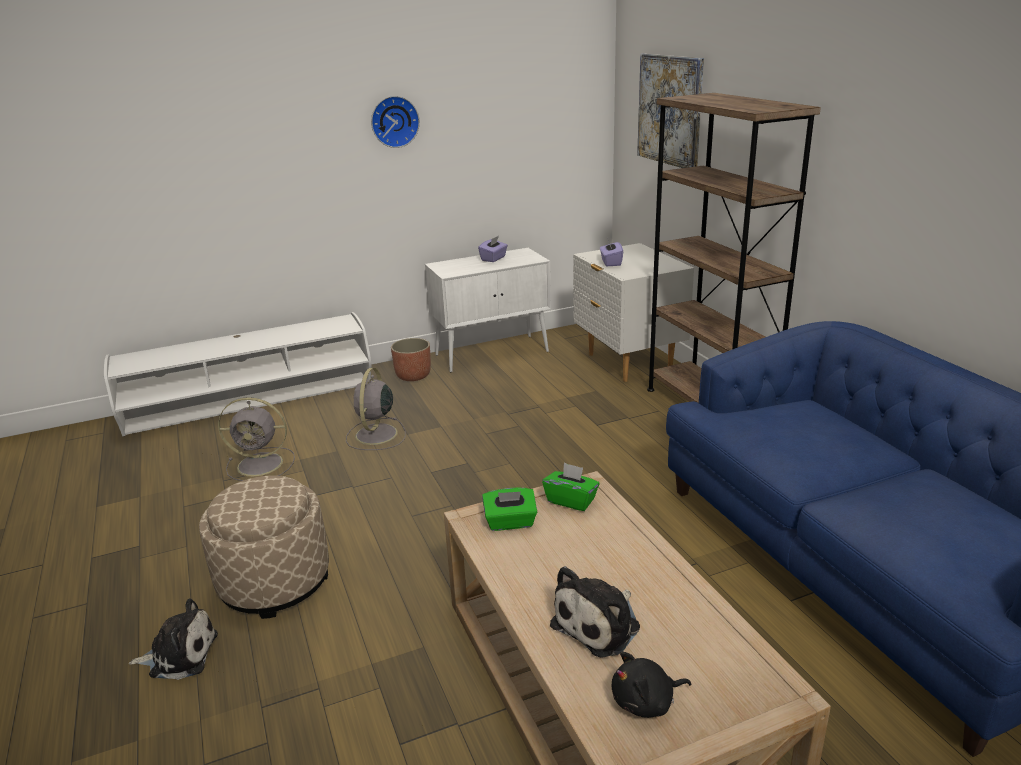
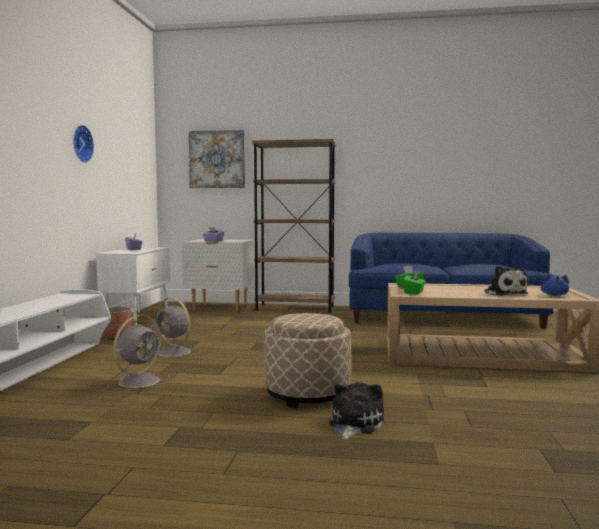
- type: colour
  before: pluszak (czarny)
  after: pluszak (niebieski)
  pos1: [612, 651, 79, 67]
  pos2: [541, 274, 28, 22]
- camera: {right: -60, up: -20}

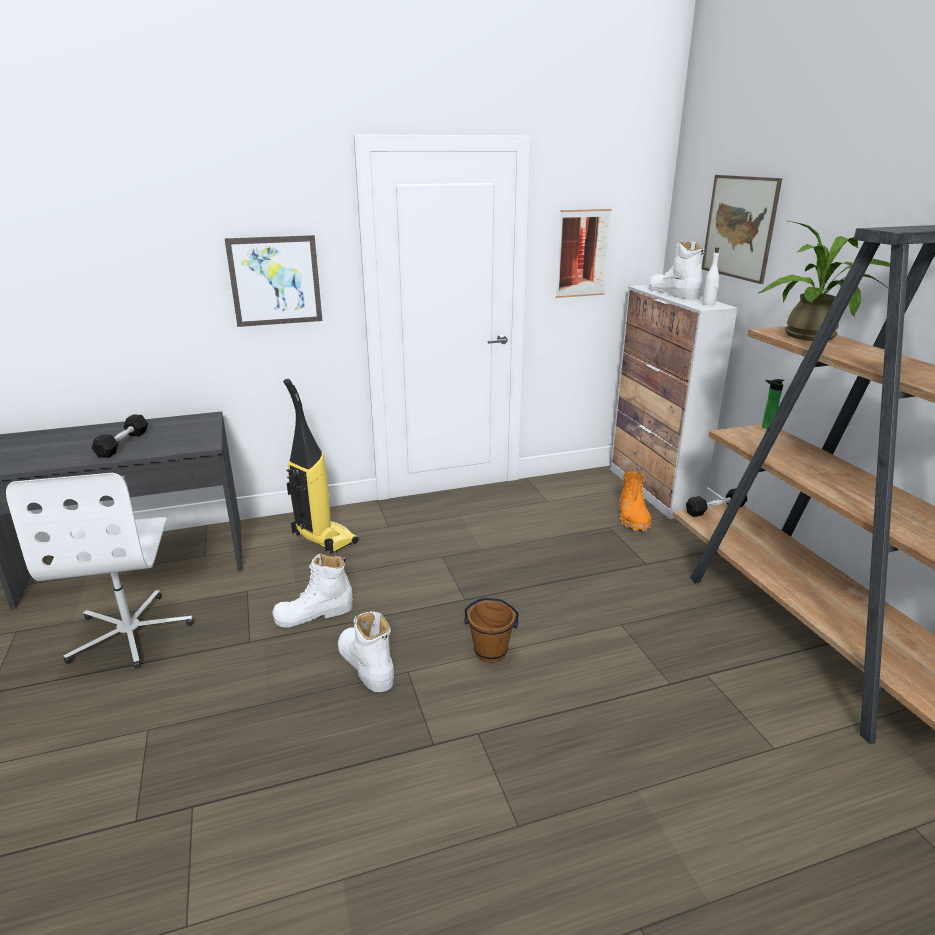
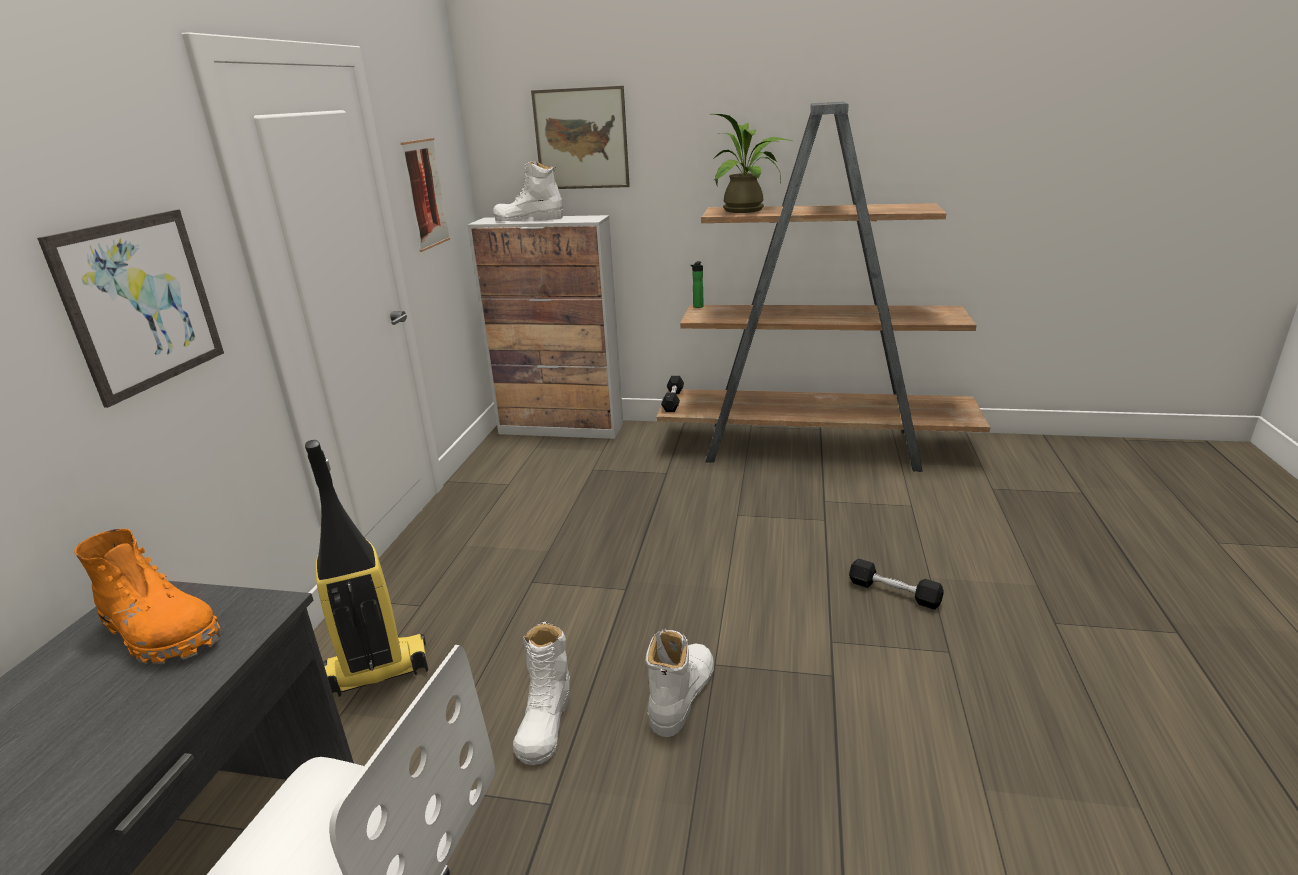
- type: relocated
  before: hantel (czarny)
  pos1: [92, 414, 56, 44]
  pos2: [849, 559, 95, 50]
- type: spun
  before: but z cholewką (biały)
  pos1: [338, 611, 56, 81]
  pos2: [645, 629, 69, 108]
  turn: 120
- type: missing
  before: wiadro (brązowy)
  pos1: [464, 598, 55, 65]
- type: relocated
  before: but z cholewką (pomarańczowy)
  pos1: [619, 472, 32, 60]
  pos2: [74, 529, 146, 135]
- type: missing
  before: butelka (biały)
  pos1: [702, 248, 17, 57]
- camera: {right: -60, up: 0}

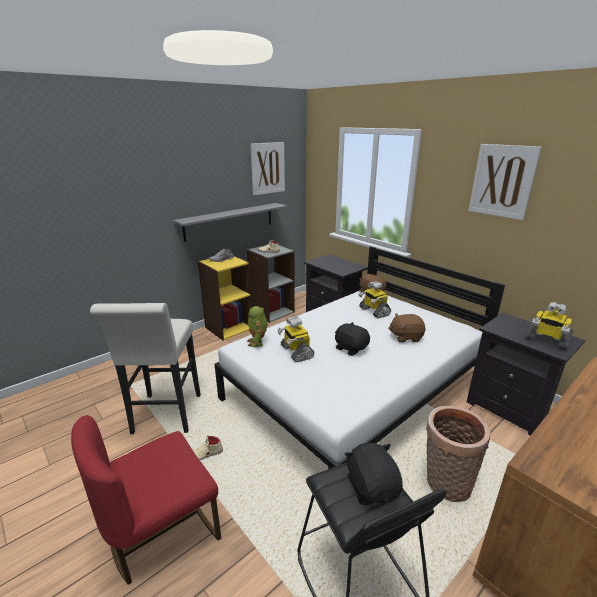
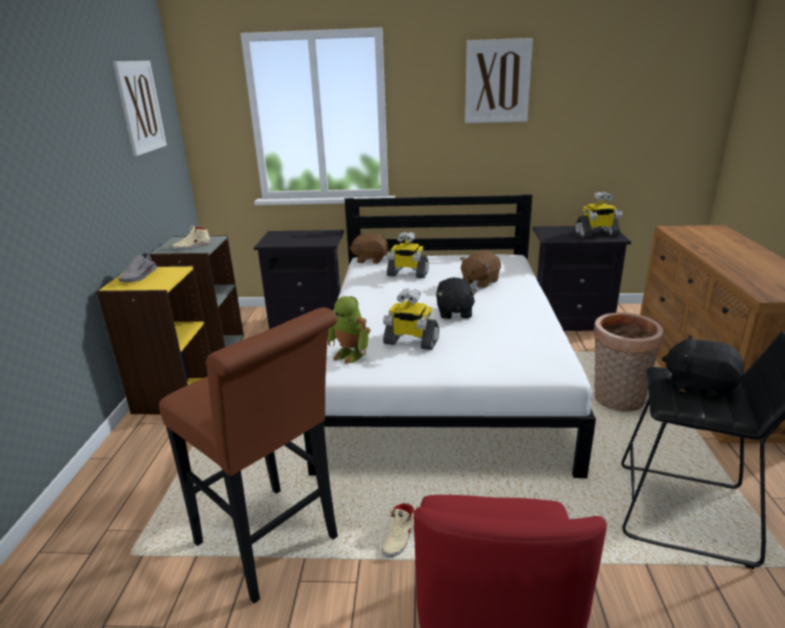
- type: colour
  before: stołek (biały)
  after: stołek (brązowy)
  pos1: [90, 303, 111, 131]
  pos2: [159, 307, 179, 297]
- type: missing
  before: półka (szary)
  pos1: [173, 203, 114, 39]
- type: spun
  before: pluszak (czarny)
  pos1: [335, 322, 35, 34]
  pos2: [436, 277, 41, 42]
  turn: -90
- camera: {right: -45, up: 0}

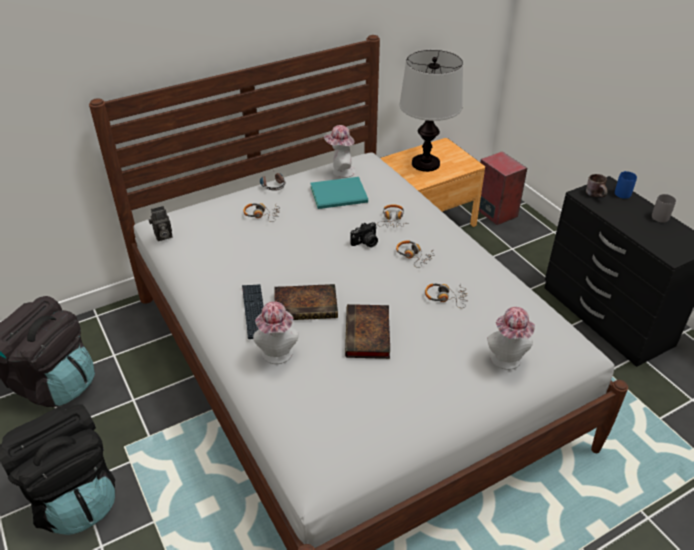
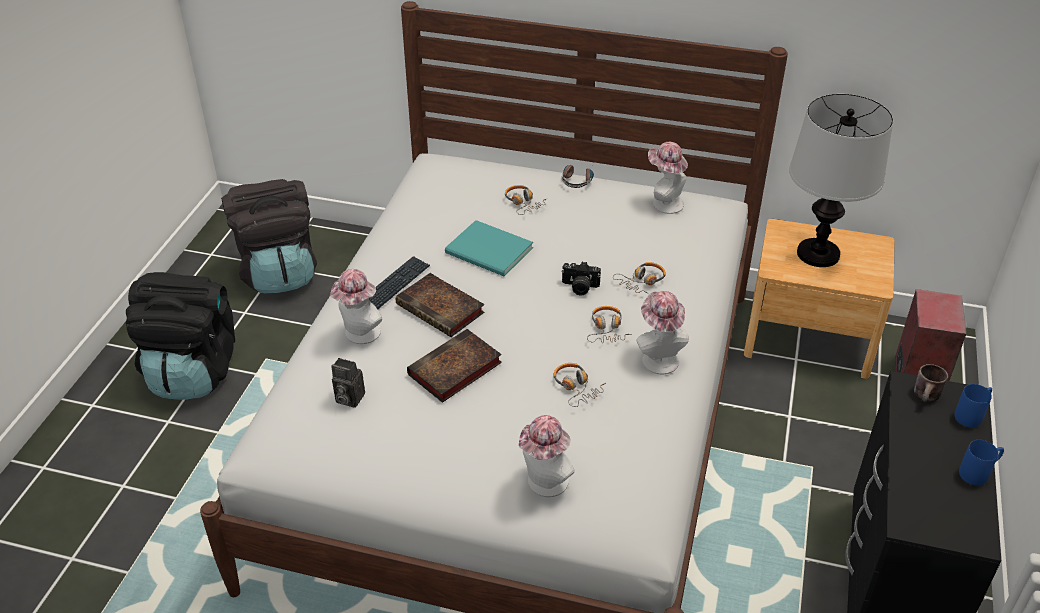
- type: relocated
  before: aparat fotograficzny
  pos1: [149, 206, 24, 35]
  pos2: [331, 358, 34, 50]
- type: relocated
  before: książka (turkusowy)
  pos1: [310, 177, 58, 32]
  pos2: [445, 220, 88, 56]
- type: colour
  before: kubek (szary)
  after: kubek (niebieski)
  pos1: [652, 194, 24, 29]
  pos2: [959, 440, 45, 45]
- type: appeared
  after: kapelusz
  pos2: [636, 291, 53, 83]
- camera: {right: 45, up: 0}

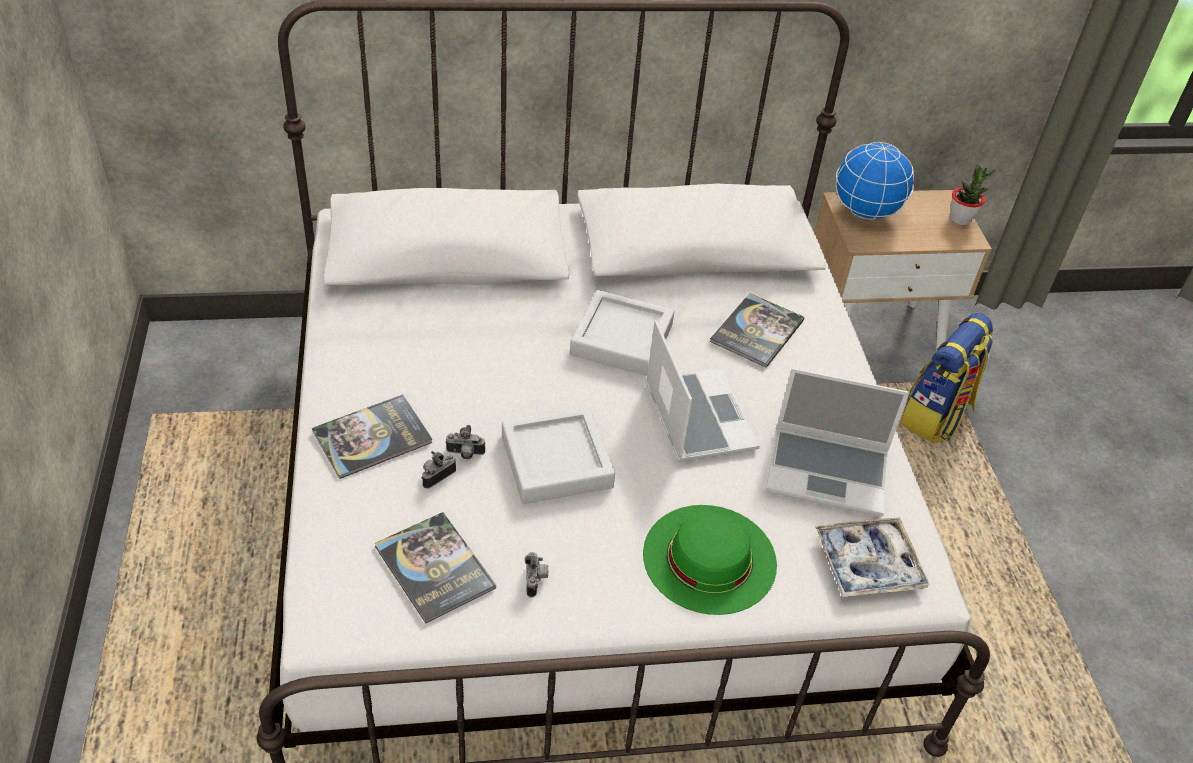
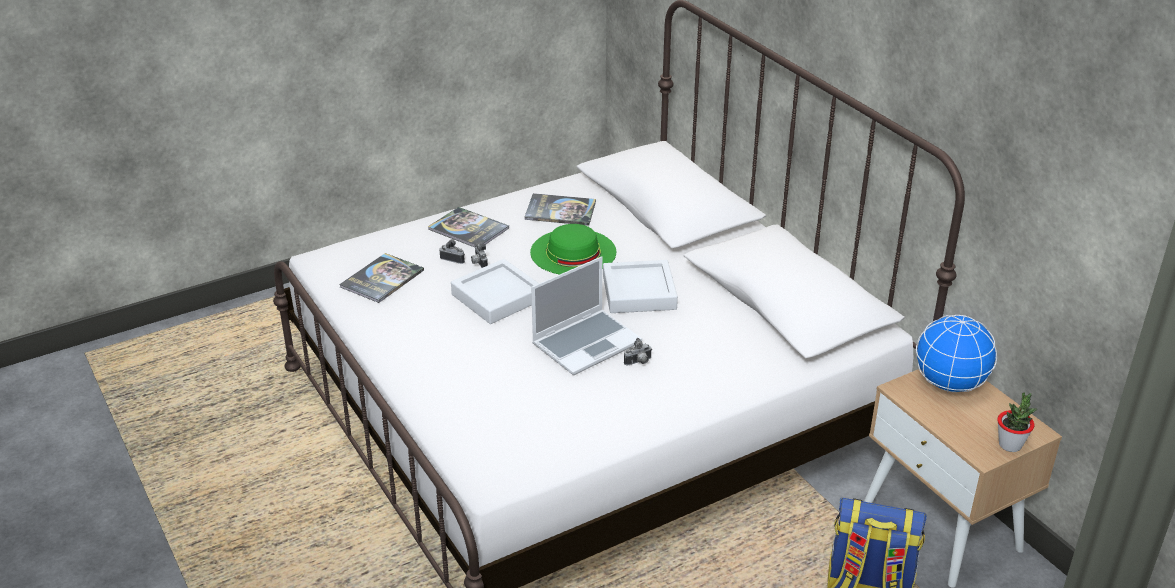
- type: relocated
  before: aparat fotograficzny
  pos1: [525, 552, 24, 45]
  pos2: [624, 338, 28, 27]
- type: relocated
  before: kapelusz (zielony)
  pos1: [643, 505, 134, 110]
  pos2: [530, 224, 86, 51]
- type: relocated
  before: książka
  pos1: [710, 293, 95, 75]
  pos2: [525, 193, 71, 33]
- type: missing
  before: laptop
  pos1: [766, 368, 144, 148]
- type: missing
  before: taca
  pos1: [815, 517, 115, 80]
- camera: {right: 70, up: -10}

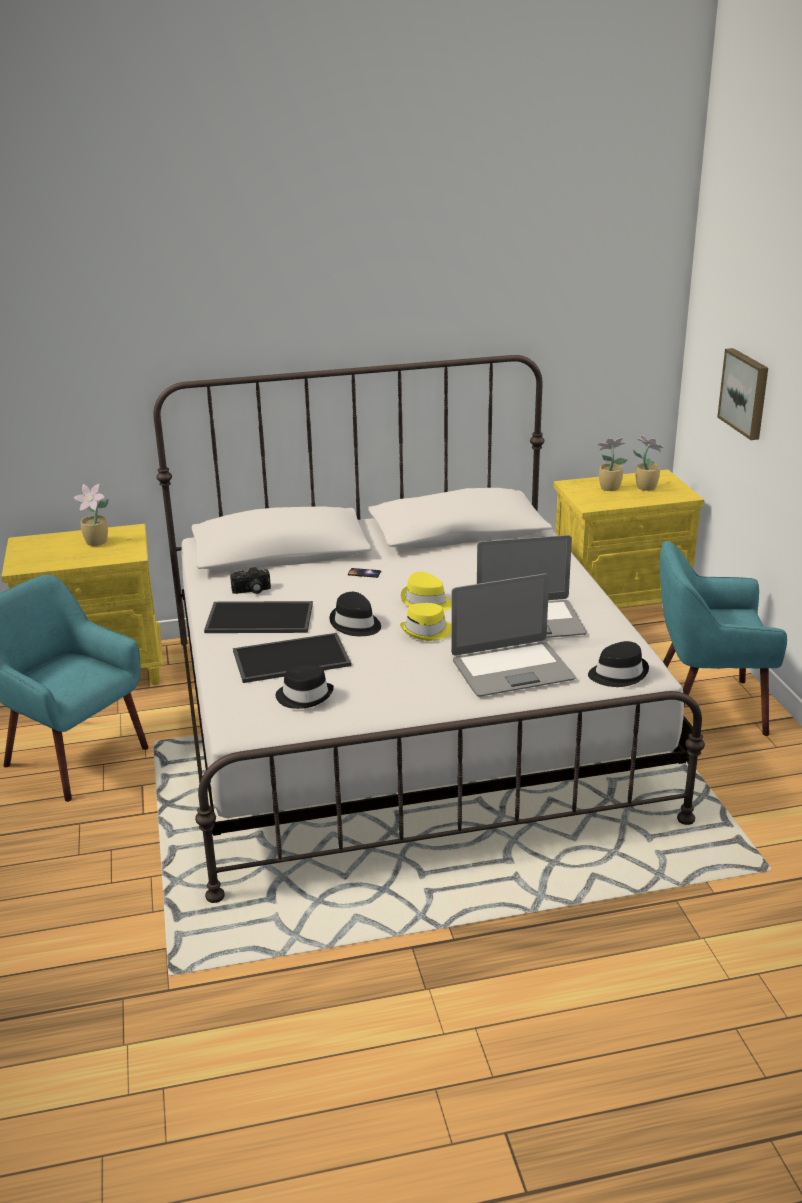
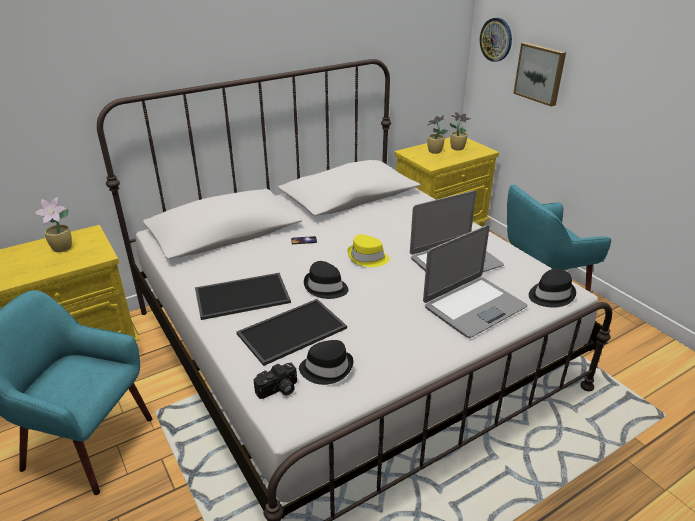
- type: relocated
  before: aparat fotograficzny
  pos1: [230, 567, 41, 27]
  pos2: [254, 363, 43, 36]
- type: missing
  before: kapelusz (żółty)
  pos1: [400, 603, 51, 38]
- type: appeared
  after: zegar ścienny
  pos2: [480, 18, 32, 44]
- camera: {right: -20, up: 5}

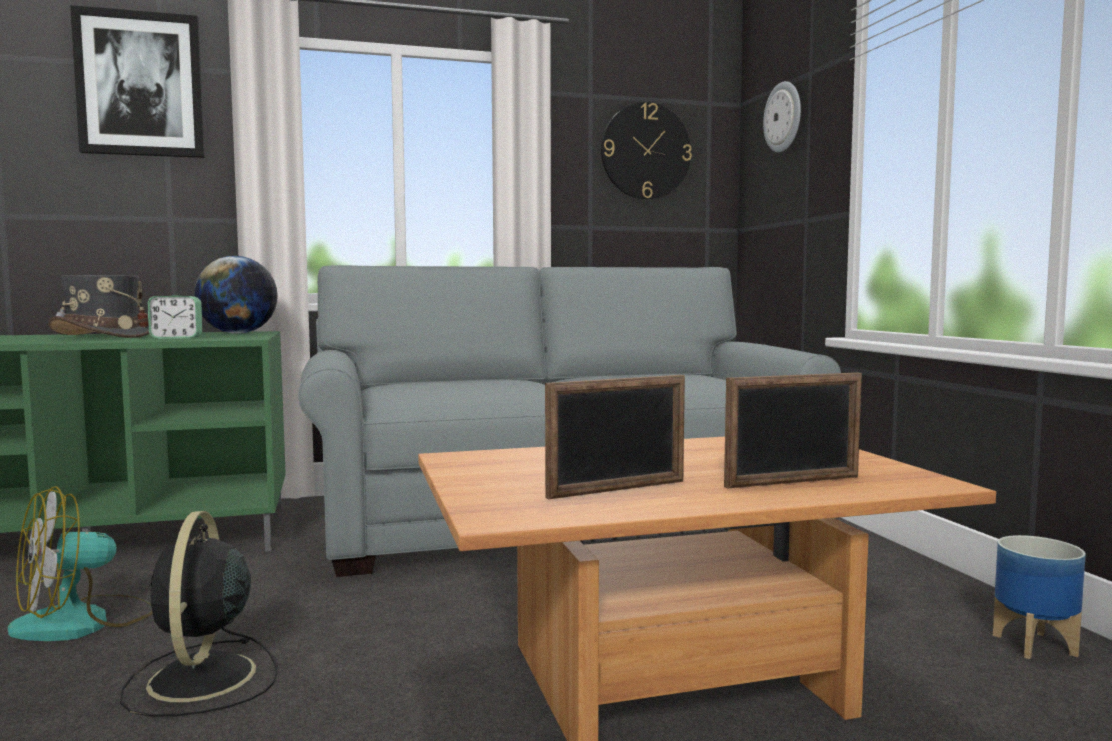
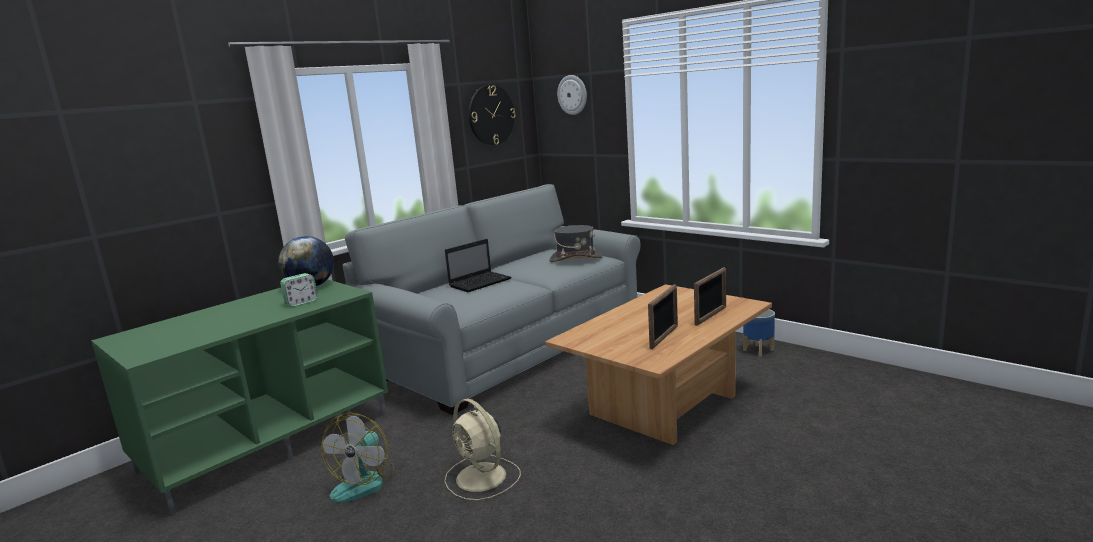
- type: relocated
  before: kapelusz (szary)
  pos1: [48, 275, 102, 63]
  pos2: [549, 225, 53, 37]
- type: missing
  before: obraz
  pos1: [70, 5, 135, 153]
- type: colour
  before: wentylator (czarny)
  after: wentylator (beżowy)
  pos1: [120, 511, 158, 206]
  pos2: [444, 399, 77, 101]
- type: appeared
  after: laptop
  pos2: [445, 239, 66, 53]
- camera: {right: -30, up: 10}

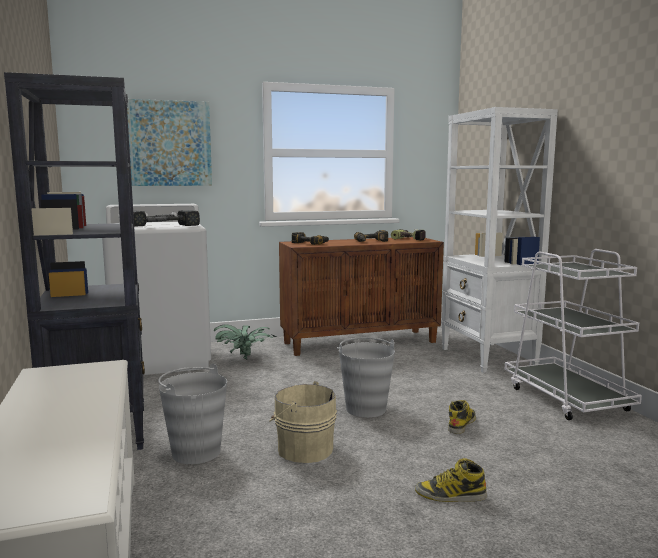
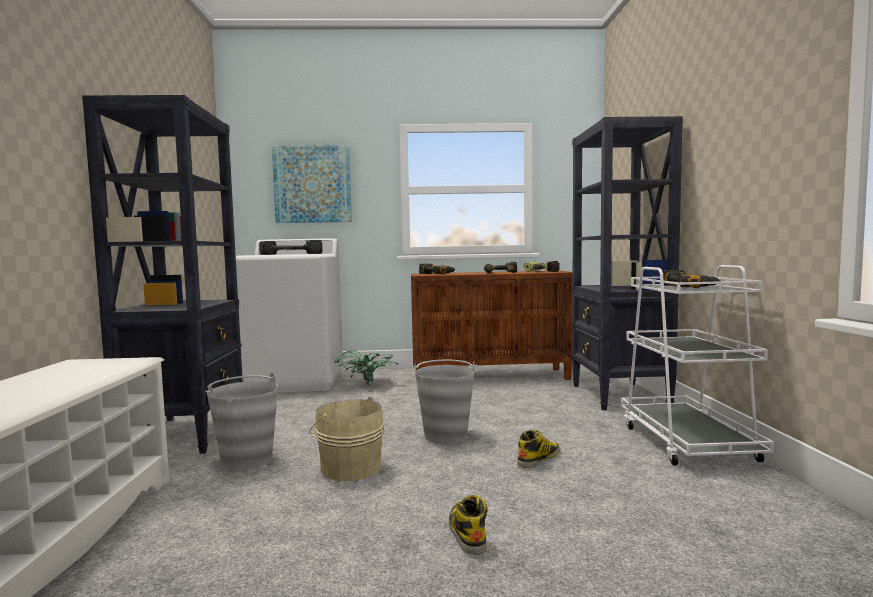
- type: spun
  before: but z cholewką
  pos1: [415, 458, 72, 44]
  pos2: [448, 495, 40, 60]
  turn: 60
- type: colour
  before: regał (biały)
  after: regał (czarny)
  pos1: [441, 107, 117, 266]
  pos2: [571, 116, 112, 294]
- type: appeared
  after: wiertarka
  pos2: [662, 270, 59, 18]
- camera: {right: 15, up: -5}

